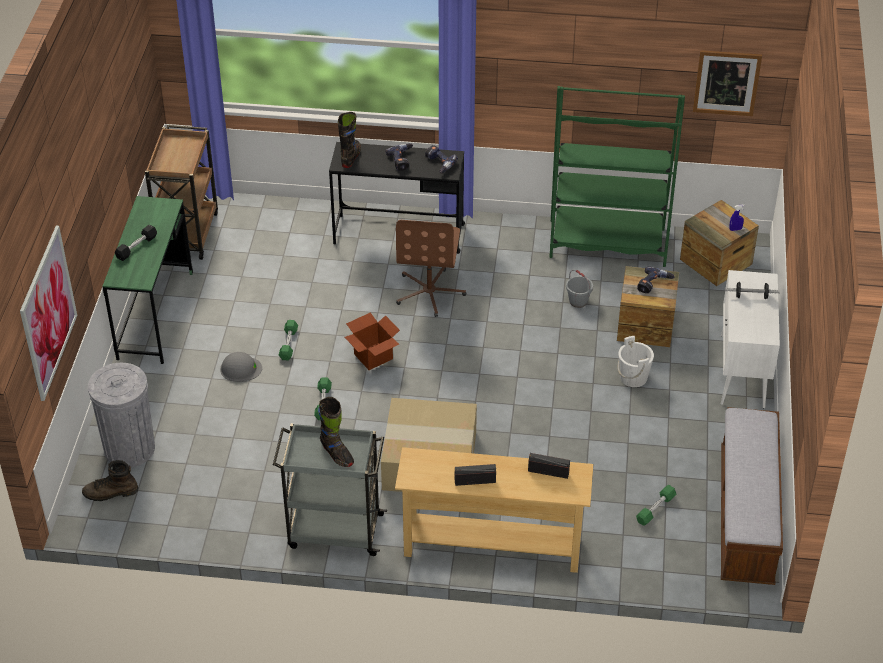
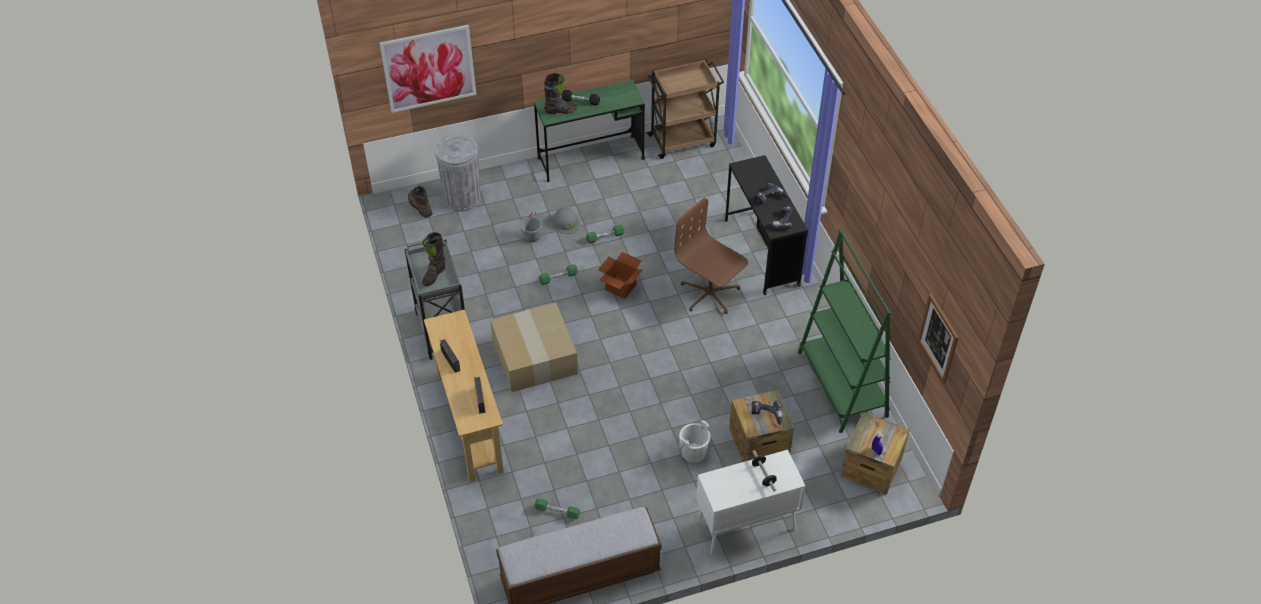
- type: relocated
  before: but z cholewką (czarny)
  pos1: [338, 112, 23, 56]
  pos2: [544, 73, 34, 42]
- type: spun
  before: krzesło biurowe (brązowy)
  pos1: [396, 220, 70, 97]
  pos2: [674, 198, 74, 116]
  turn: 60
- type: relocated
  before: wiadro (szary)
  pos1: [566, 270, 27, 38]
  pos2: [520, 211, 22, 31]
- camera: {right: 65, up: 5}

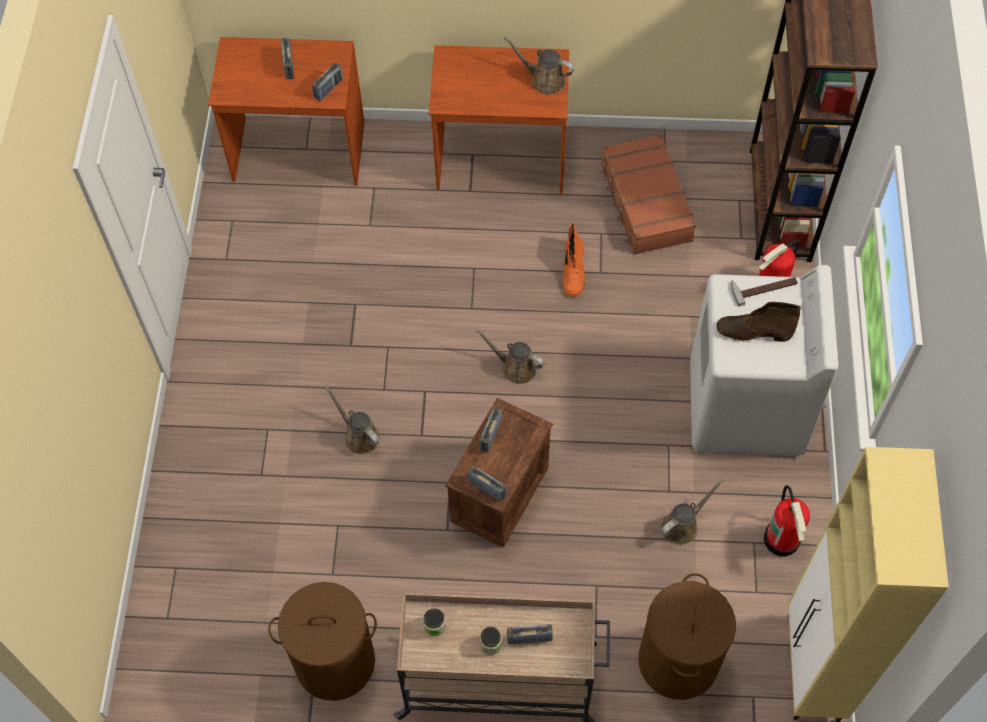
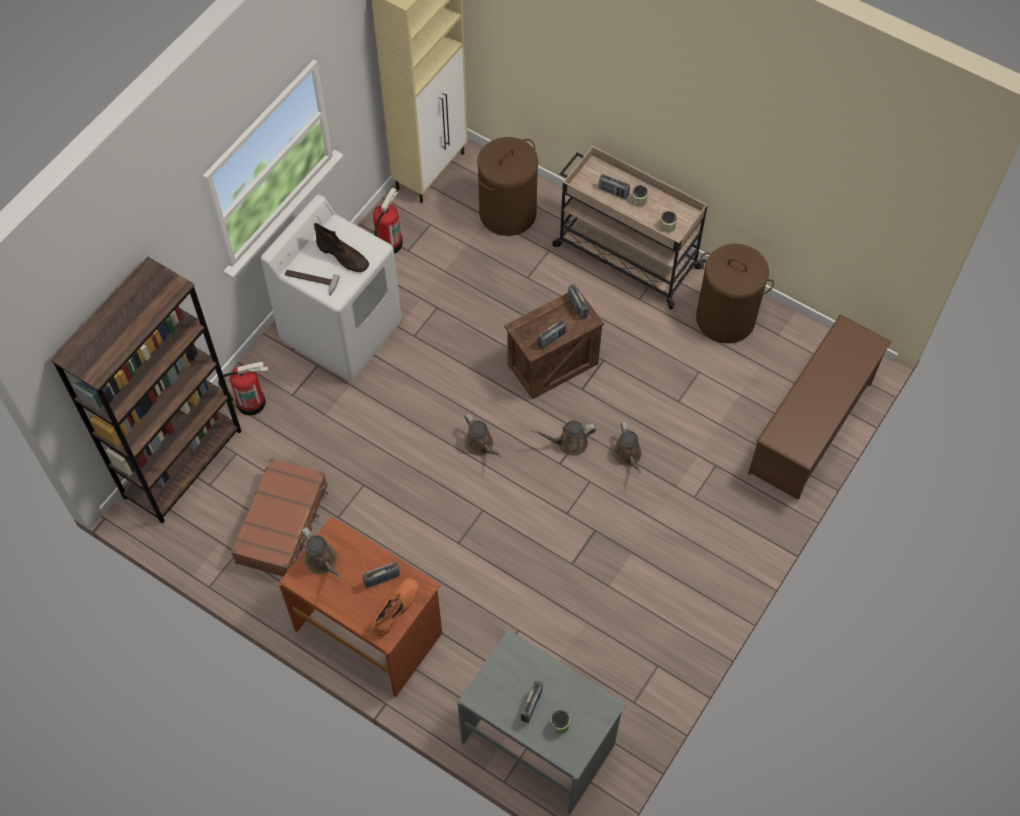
- type: colour
  before: biurko (brązowy)
  after: biurko (szary)
  pos1: [208, 37, 157, 149]
  pos2: [458, 630, 168, 184]
- type: relocated
  before: radio
  pos1: [312, 63, 31, 38]
  pos2: [362, 562, 38, 26]
- type: relocated
  before: but z cholewką (pomarańczowy)
  pos1: [563, 223, 22, 74]
  pos2: [371, 578, 48, 58]
- type: relocated
  before: konewka (brązowy)
  pos1: [661, 479, 62, 66]
  pos2: [532, 421, 64, 35]
- type: appeared
  after: słoik
  pos2: [550, 710, 20, 24]
- type: appeared
  after: regał na buty (brązowy)
  pos2: [748, 314, 144, 186]
- camera: {right: -150, up: 0}

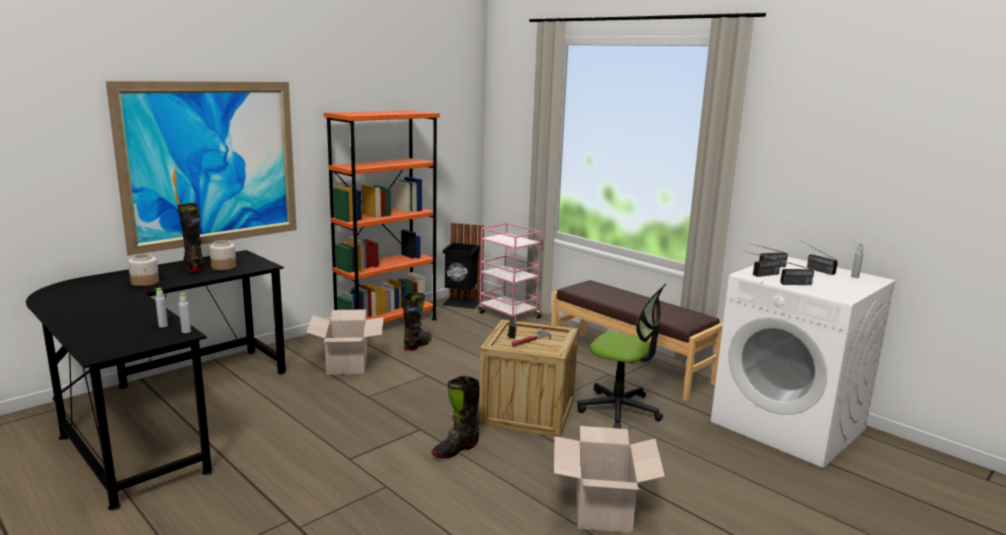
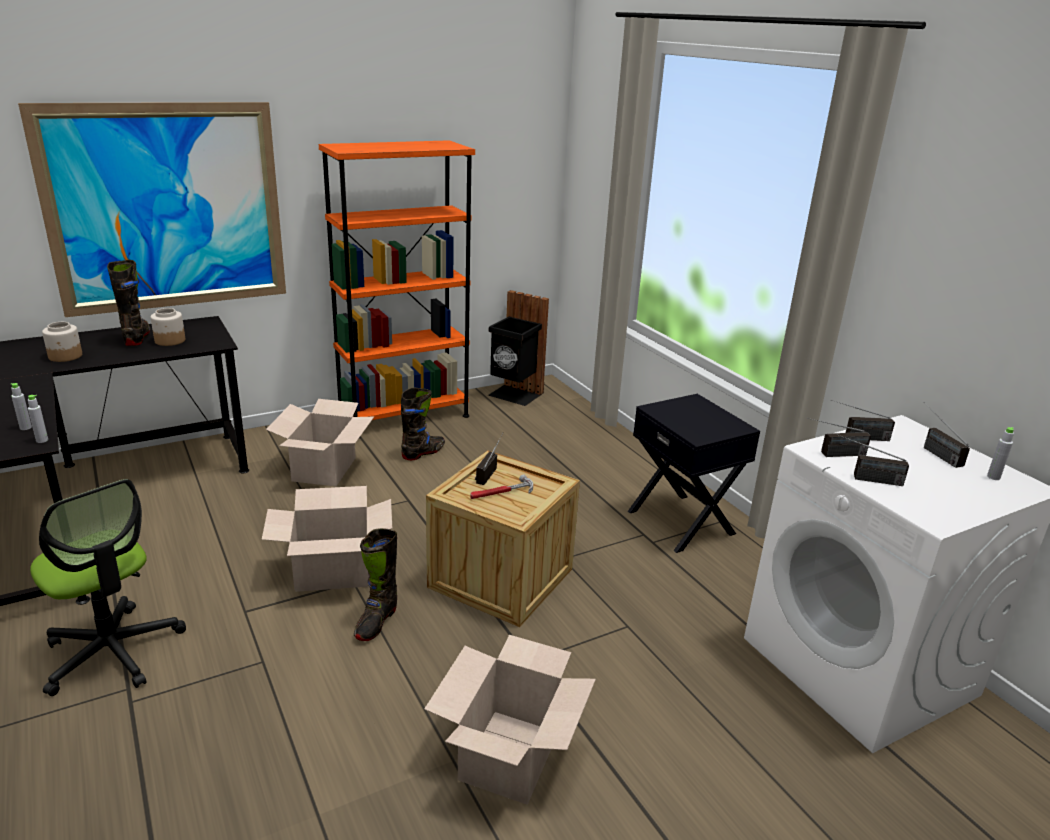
- type: spun
  before: but z cholewką (czarny)
  pos1: [432, 376, 47, 83]
  pos2: [354, 528, 43, 113]
  turn: -45
- type: missing
  before: wózek (różowy)
  pos1: [478, 223, 65, 98]
- type: exchanged
  before: ławka (brązowy)
  after: szafka nocna (czarny)
  pos1: [551, 280, 172, 121]
  pos2: [628, 394, 132, 159]
- type: relocated
  before: krzesło biurowe
  pos1: [578, 283, 88, 146]
  pos2: [30, 479, 156, 217]
- type: appeared
  after: karton
  pos2: [262, 486, 130, 106]
- camera: {right: 15, up: 10}

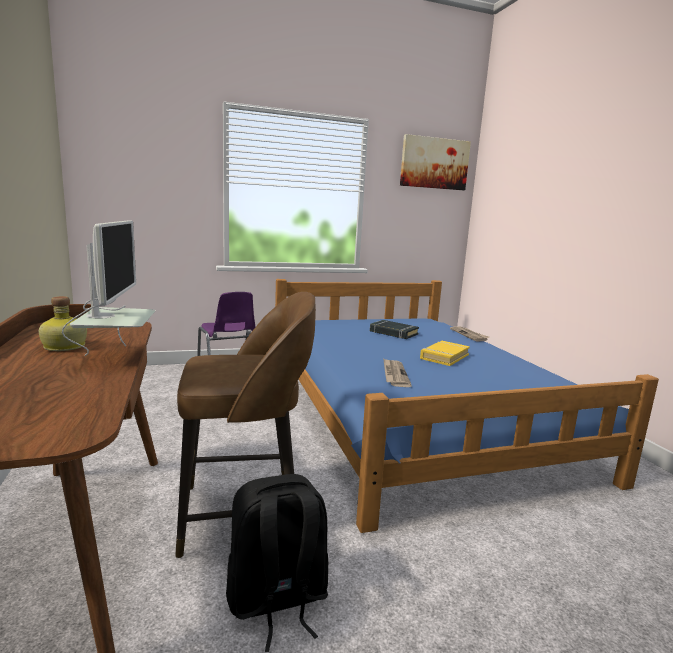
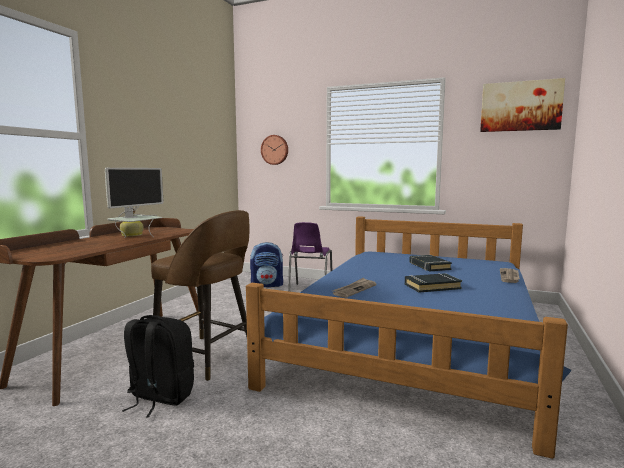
- type: colour
  before: książka (żółty)
  after: książka (czarny)
  pos1: [420, 341, 50, 25]
  pos2: [405, 273, 57, 20]
- type: appeared
  after: plecak
  pos2: [250, 242, 33, 45]
- type: appeared
  after: zegar ścienny
  pos2: [261, 135, 27, 30]
- camera: {right: 40, up: -5}

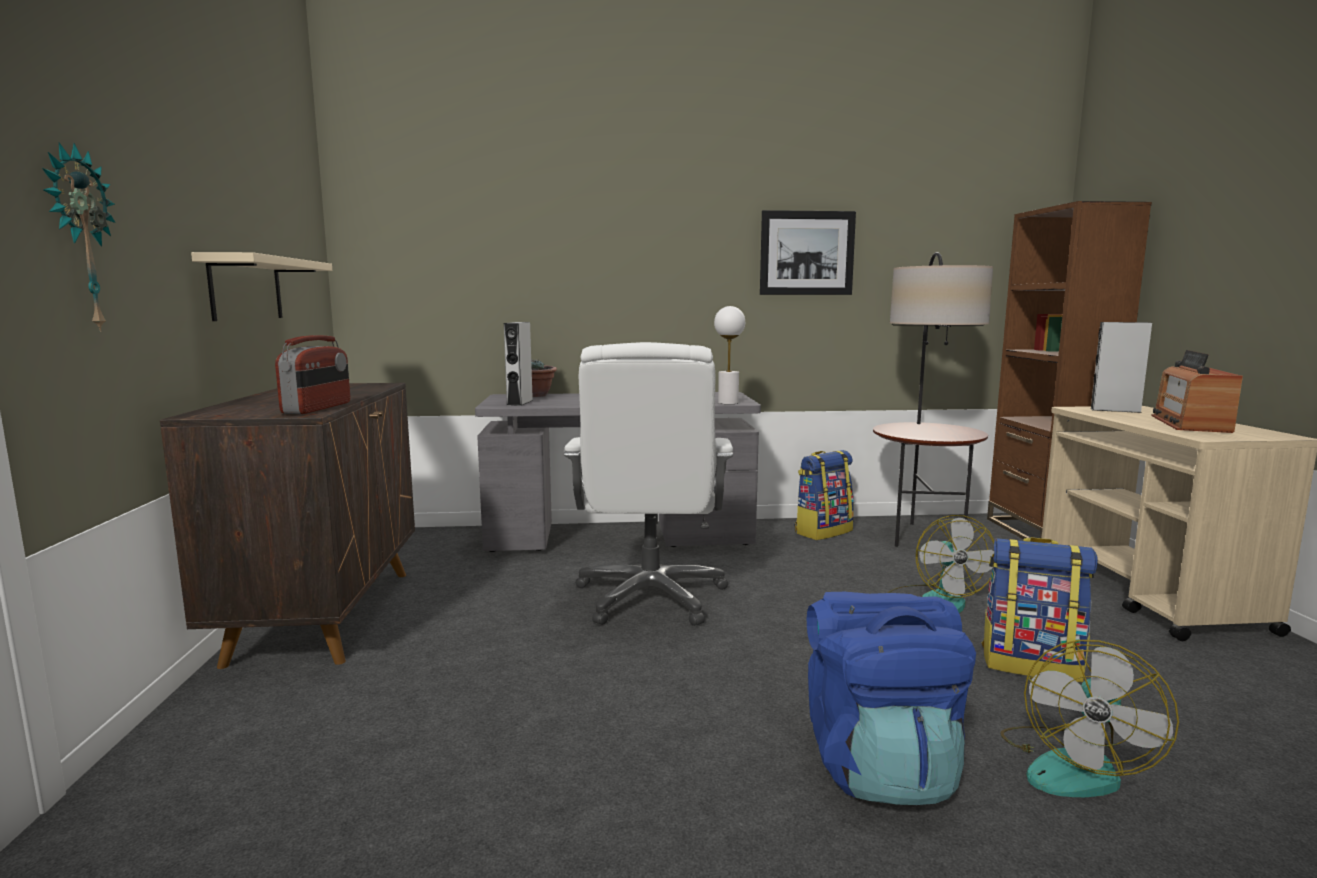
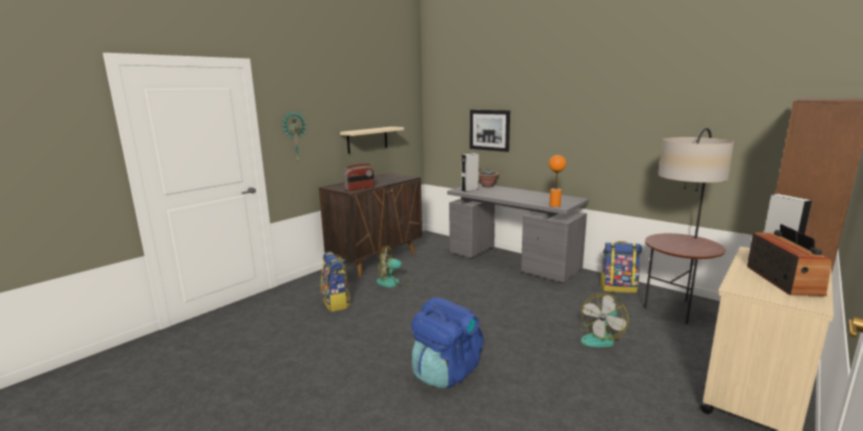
- type: missing
  before: krzesło biurowe (biały)
  pos1: [564, 342, 169, 284]
- type: colour
  before: lampa stołowa (biały)
  after: lampa stołowa (pomarańczowy)
  pos1: [714, 306, 31, 98]
  pos2: [549, 155, 17, 52]
- type: relocated
  before: obraz
  pos1: [760, 210, 96, 85]
  pos2: [470, 110, 40, 42]
- type: relocated
  before: plecak
  pos1: [982, 537, 116, 145]
  pos2: [321, 252, 30, 60]
- type: relocated
  before: wentylator
  pos1: [1001, 640, 178, 157]
  pos2: [376, 246, 36, 41]
- type: spun
  before: radio
  pos1: [1151, 350, 92, 83]
  pos2: [747, 224, 85, 72]
  turn: 120
- camera: {right: 45, up: 5}

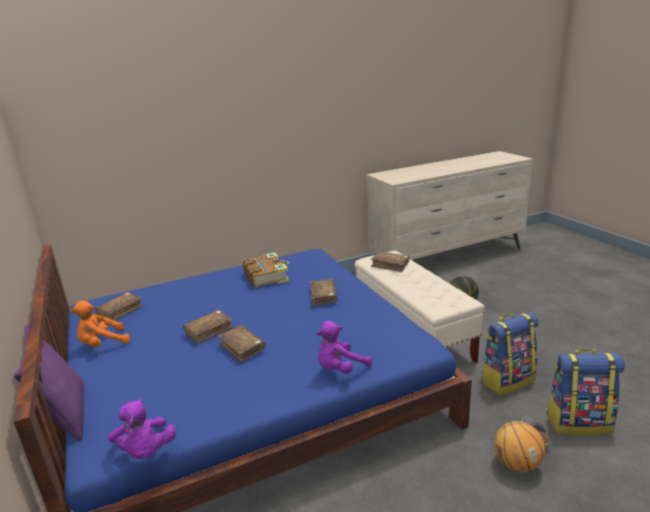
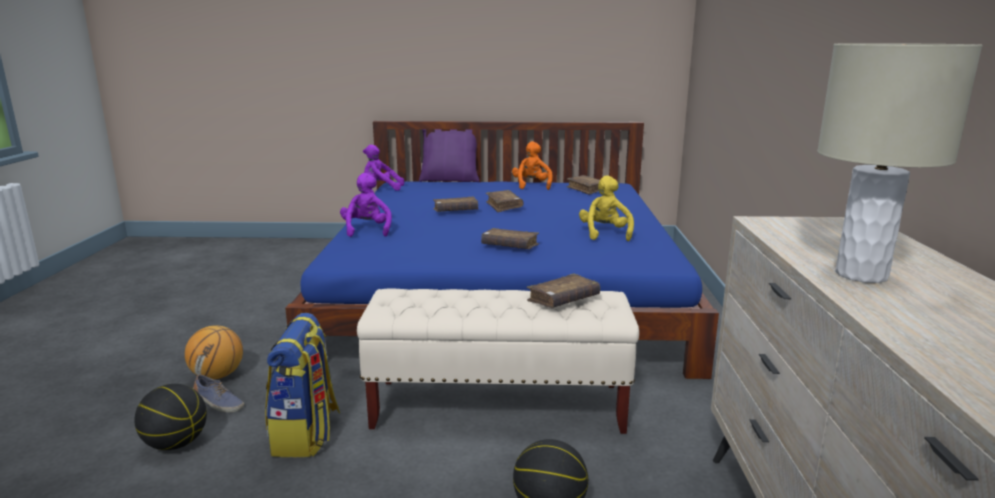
- type: exchanged
  before: książka
  after: pluszak (żółty)
  pos1: [243, 252, 46, 36]
  pos2: [579, 175, 55, 66]
- type: exchanged
  before: plecak
  after: piłka do koszykówki
  pos1: [546, 349, 79, 86]
  pos2: [134, 384, 73, 66]
- type: appeared
  after: lampa stołowa (beżowy)
  pos2: [817, 43, 165, 240]
- camera: {right: 115, up: -5}

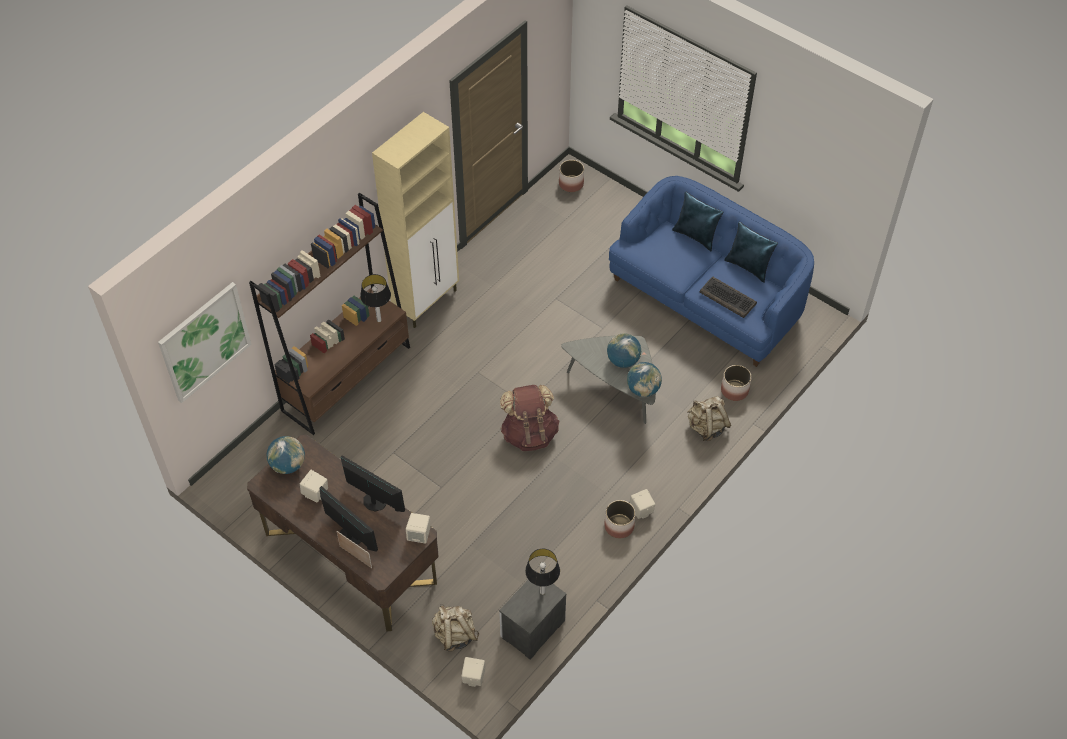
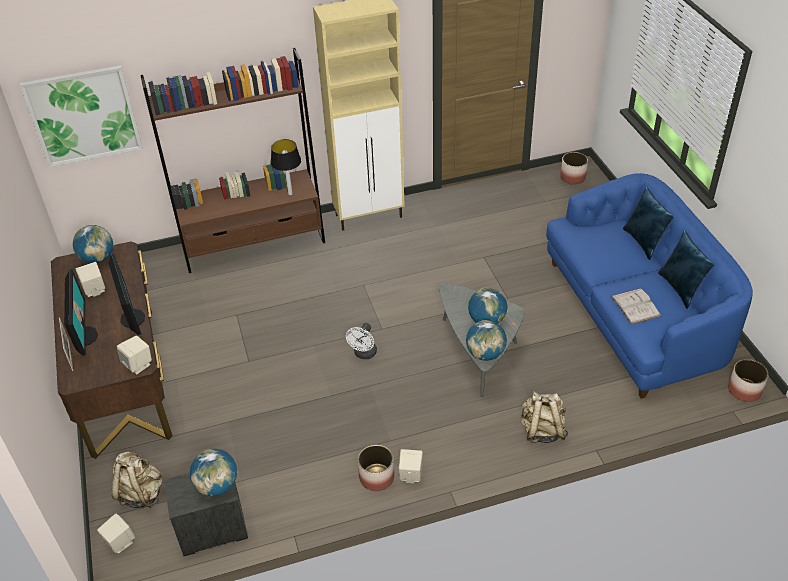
- type: exchanged
  before: plecak (brązowy)
  after: wentylator (biały)
  pos1: [500, 385, 59, 66]
  pos2: [346, 323, 31, 36]
- type: exchanged
  before: lampa stołowa
  after: globus
  pos1: [525, 549, 35, 46]
  pos2: [190, 449, 47, 47]
- type: exchanged
  before: klawiatura
  after: książka (biały)
  pos1: [700, 276, 57, 42]
  pos2: [611, 288, 50, 37]
- type: relocated
  before: donica
  pos1: [721, 365, 31, 36]
  pos2: [728, 359, 41, 43]
- camera: {right: 35, up: -10}

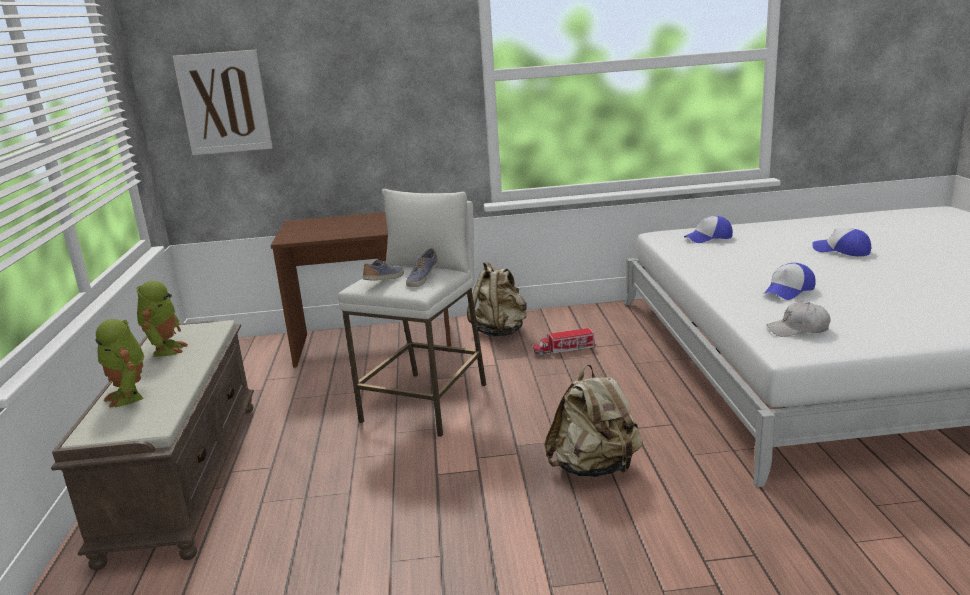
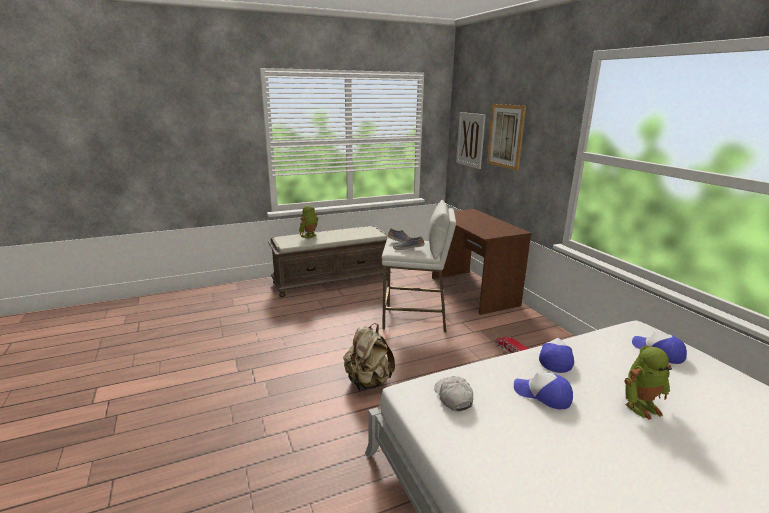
- type: relocated
  before: robot zabawkowy
  pos1: [137, 281, 51, 76]
  pos2: [625, 346, 47, 74]
- type: missing
  before: plecak (beżowy)
  pos1: [467, 261, 60, 76]
- type: relocated
  before: czapka z daszkiem
  pos1: [812, 228, 59, 28]
  pos2: [539, 338, 35, 35]
- type: appeared
  after: obraz
  pos2: [487, 104, 39, 67]
- camera: {right: 70, up: 0}

